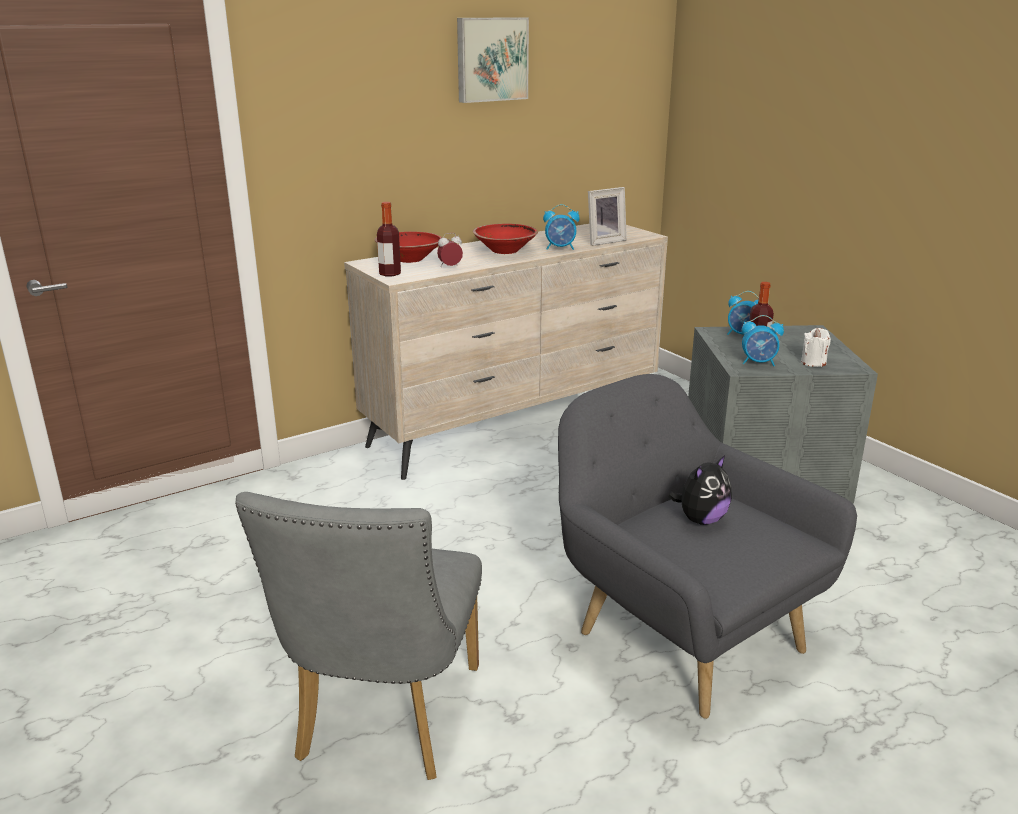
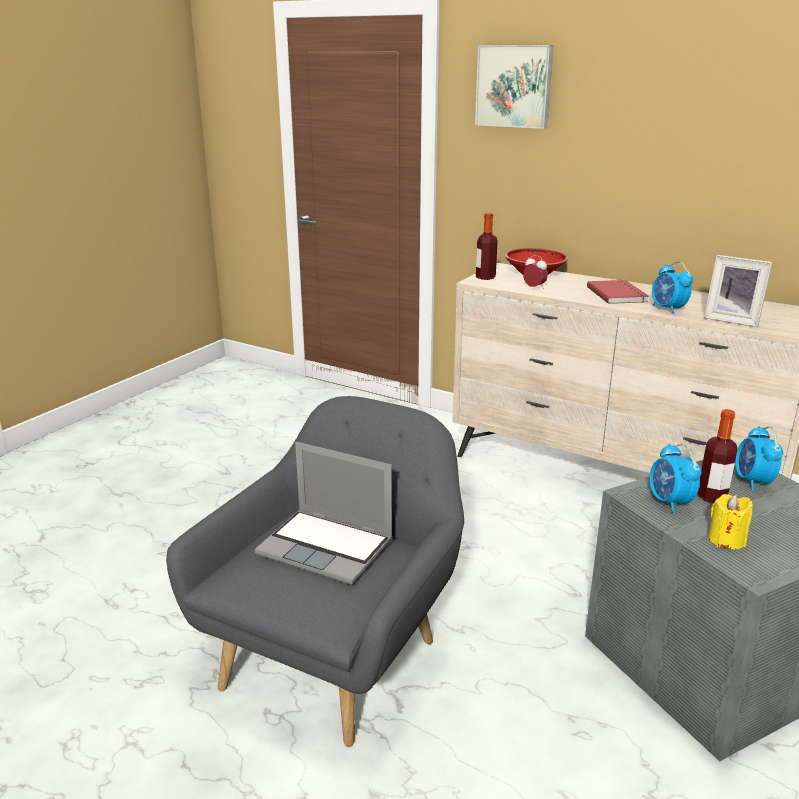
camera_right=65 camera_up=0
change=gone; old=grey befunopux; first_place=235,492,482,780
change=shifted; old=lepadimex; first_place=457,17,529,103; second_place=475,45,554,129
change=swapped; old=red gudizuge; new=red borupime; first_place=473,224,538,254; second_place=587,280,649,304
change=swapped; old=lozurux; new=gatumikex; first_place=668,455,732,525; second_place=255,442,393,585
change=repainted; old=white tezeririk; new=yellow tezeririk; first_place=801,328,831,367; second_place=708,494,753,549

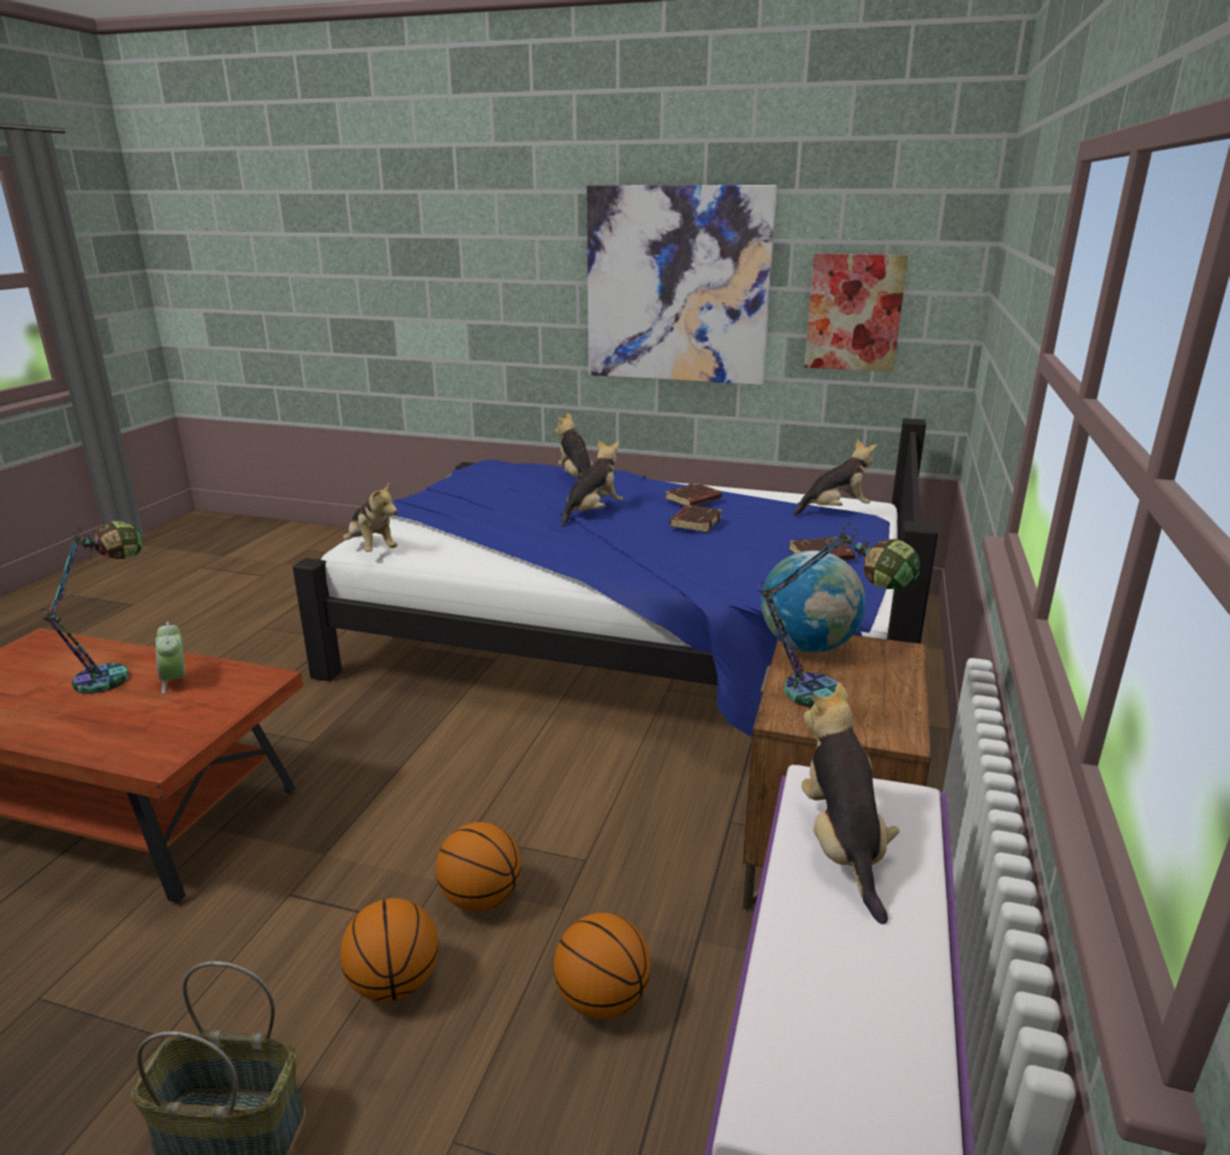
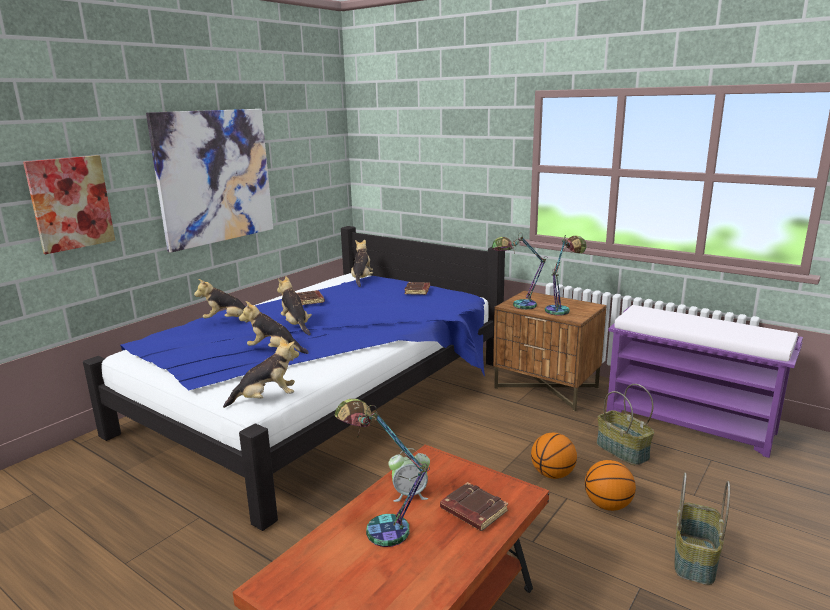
camera_right=-70 camera_up=-5
change=swapped; old=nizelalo; new=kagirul; first_place=554,913,651,1019; second_place=597,384,654,465
change=shifted; old=brown borupime; first_place=669,505,722,532; second_place=440,482,508,531
change=swapped; old=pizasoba; new=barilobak; first_place=761,550,866,653; second_place=492,233,548,310
change=shifted; old=lozurux; first_place=801,682,899,924; second_place=239,301,309,354
change=shifted; old=lepadimex; first_place=804,253,908,372; second_place=23,155,115,254

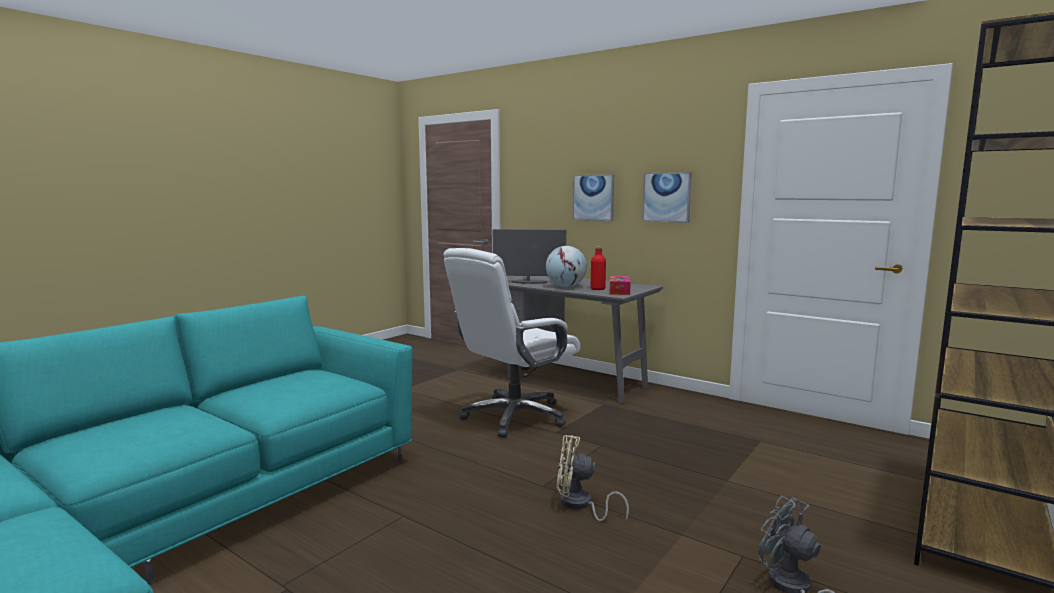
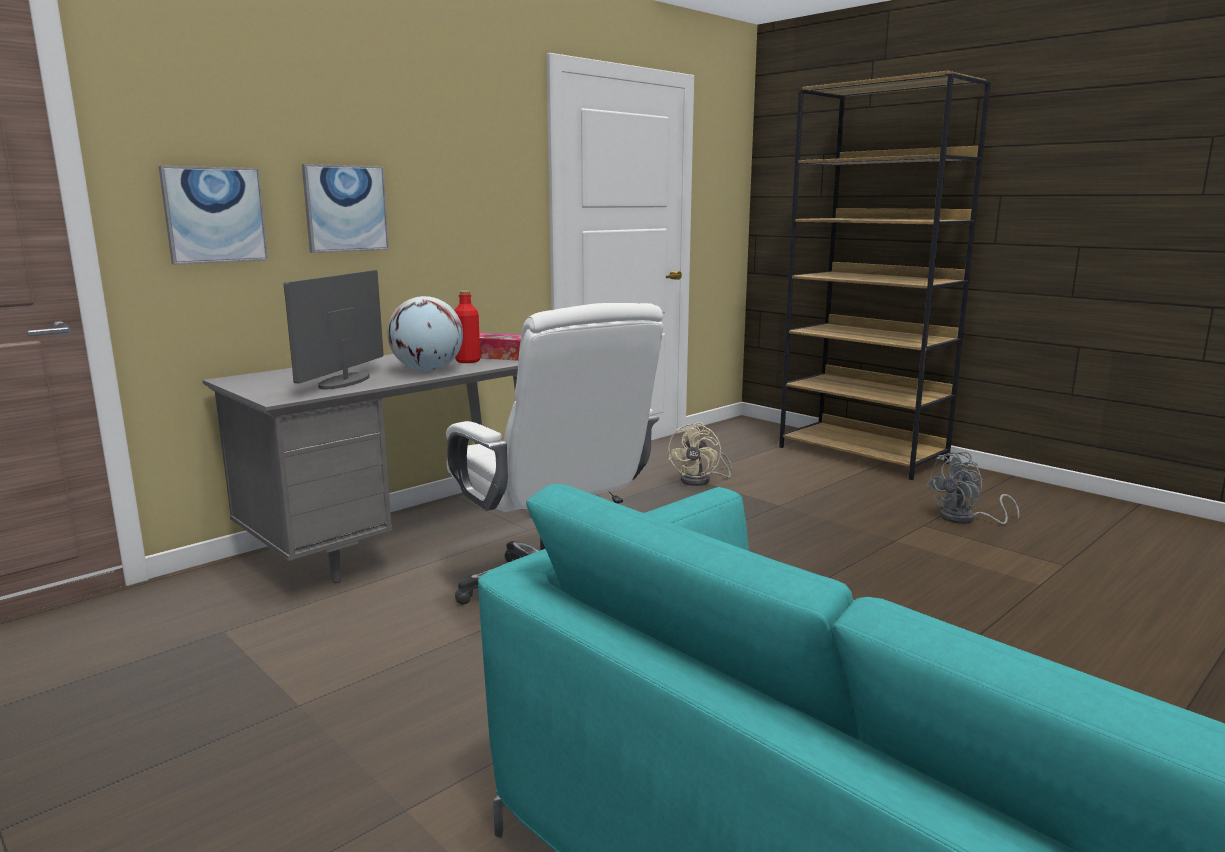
camera_right=-80 camera_up=5
change=shifted; old=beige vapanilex; first_place=556,435,629,522; second_place=668,422,732,486
change=shifted; old=lepadimex; first_place=642,172,692,223; second_place=159,166,268,265

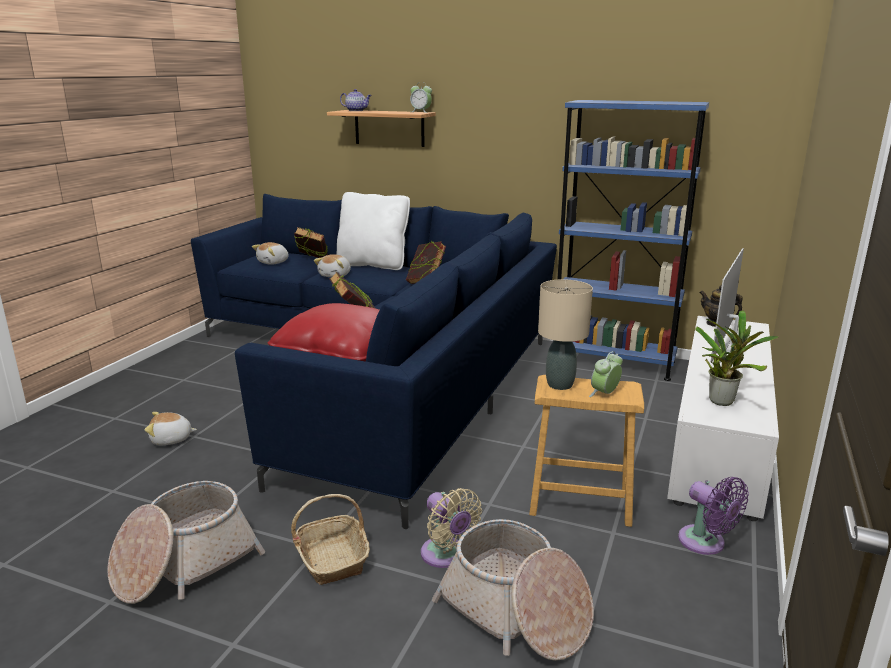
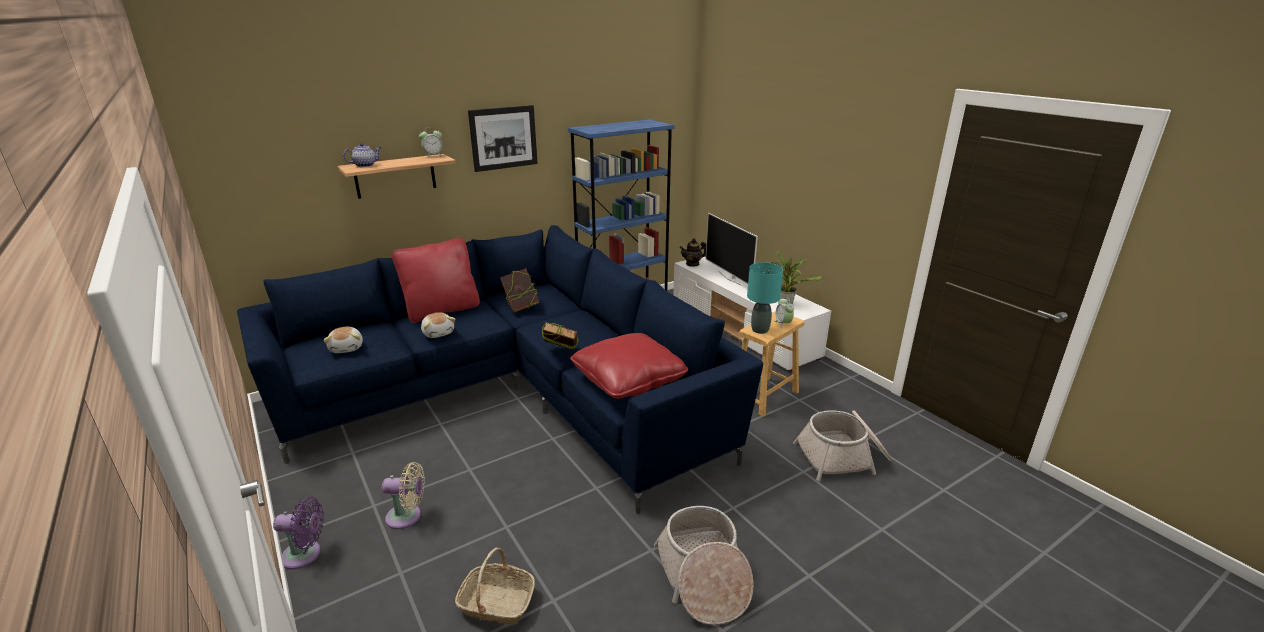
camera_right=-55 camera_up=5
change=gone; old=lozurux; first_place=144,412,197,445
change=shifted; old=kagirul; first_place=291,494,370,585; second_place=455,548,535,625
change=gone; old=borupime; first_place=294,227,328,258
change=repainted; old=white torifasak; new=red torifasak; first_place=337,192,410,270; second_place=392,238,480,323
change=shifted; old=beige vapanilex; first_place=421,488,482,568; second_place=382,462,425,529
change=repainted; old=beige barilobak; new=turquoise barilobak; first_place=538,279,593,390; second_place=747,262,783,334
change=shifted; old=purple vapanilex; first_place=678,477,749,555; second_place=273,497,324,570
change=new; new=lepadimex; second_place=468,105,538,172

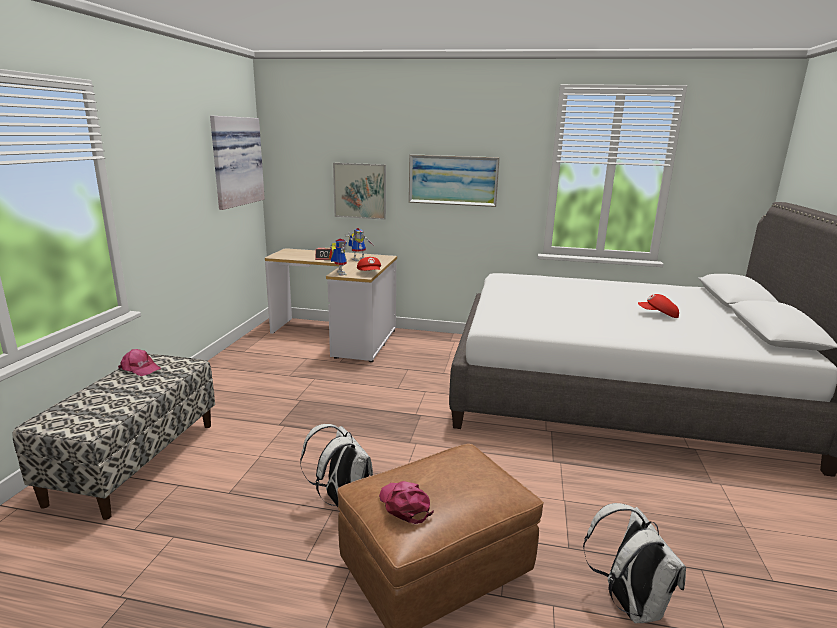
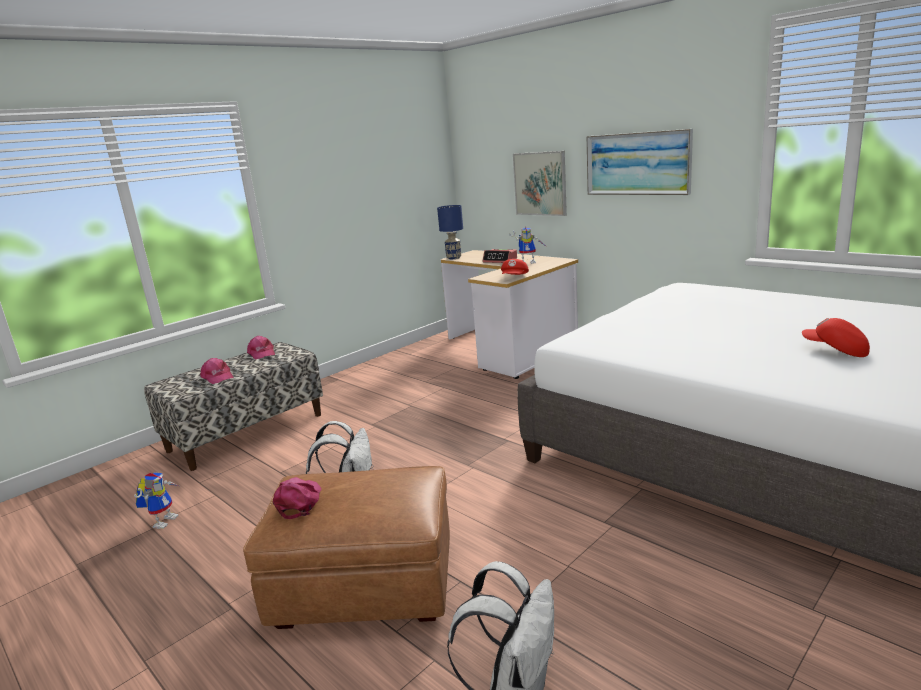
camera_right=35 camera_up=0
change=gone; old=lepadimex; first_place=210,116,265,210
change=shifted; old=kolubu; first_place=329,238,347,275; second_place=134,472,179,529
change=new; new=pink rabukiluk; second_place=200,358,234,384
change=new; new=blue barilobak; second_place=437,205,463,259

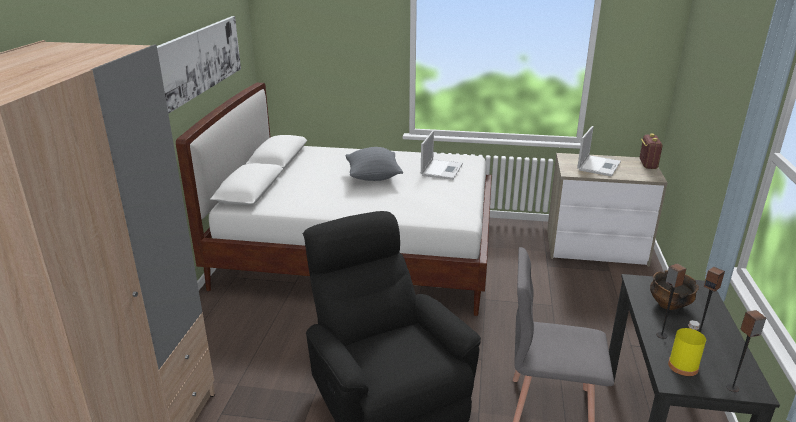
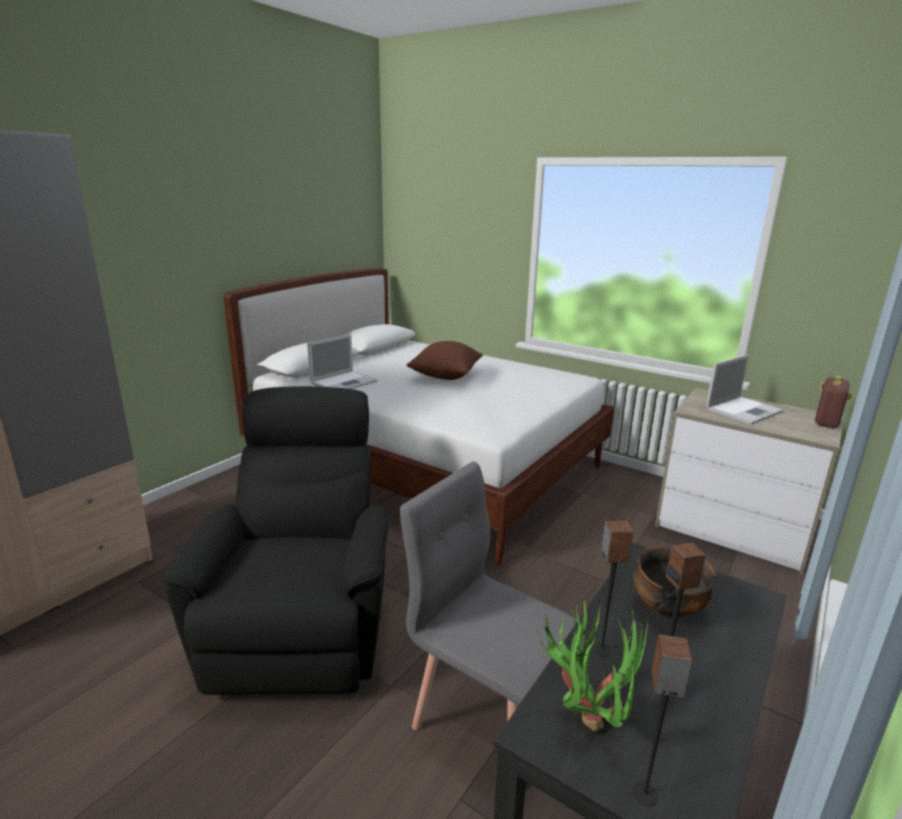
camera_right=25 camera_up=-5
change=gone; old=lepadimex; first_place=157,16,241,114
change=repainted; old=grey torifasak; new=brown torifasak; first_place=345,147,403,181; second_place=407,341,483,380
change=shifted; old=gatumikex; first_place=421,131,463,180; second_place=307,334,377,389
change=swapped; old=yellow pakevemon; new=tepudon; first_place=668,320,706,376; second_place=535,601,648,732

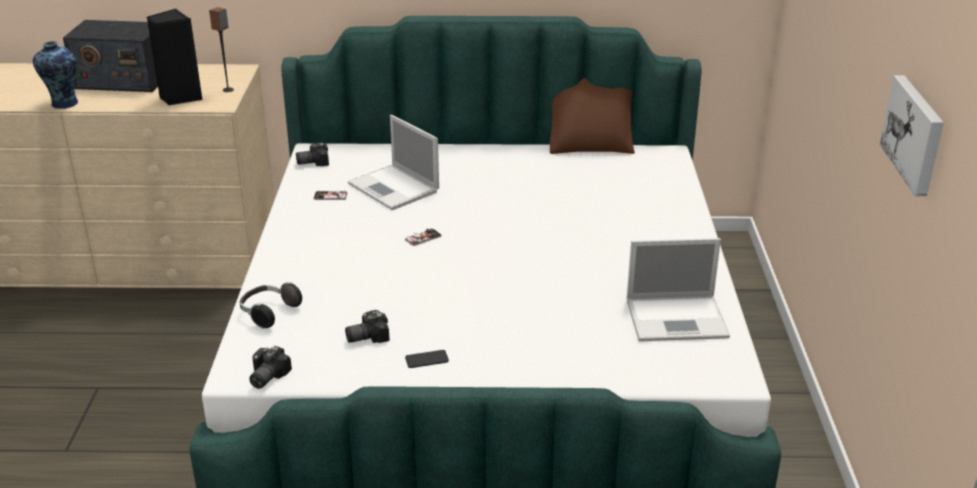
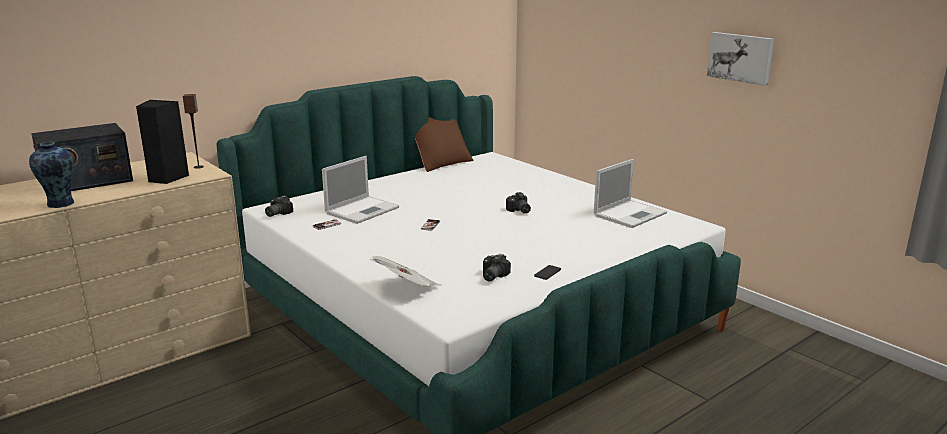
camera_right=-40 camera_up=-10
change=swapped; old=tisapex; new=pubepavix; first_place=240,282,302,329; second_place=370,256,442,287
change=shifted; old=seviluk; first_place=249,346,292,389; second_place=506,192,531,214
change=rotated; old=gatumikex; first_place=348,115,439,210; second_place=322,156,399,224; degrees=-60

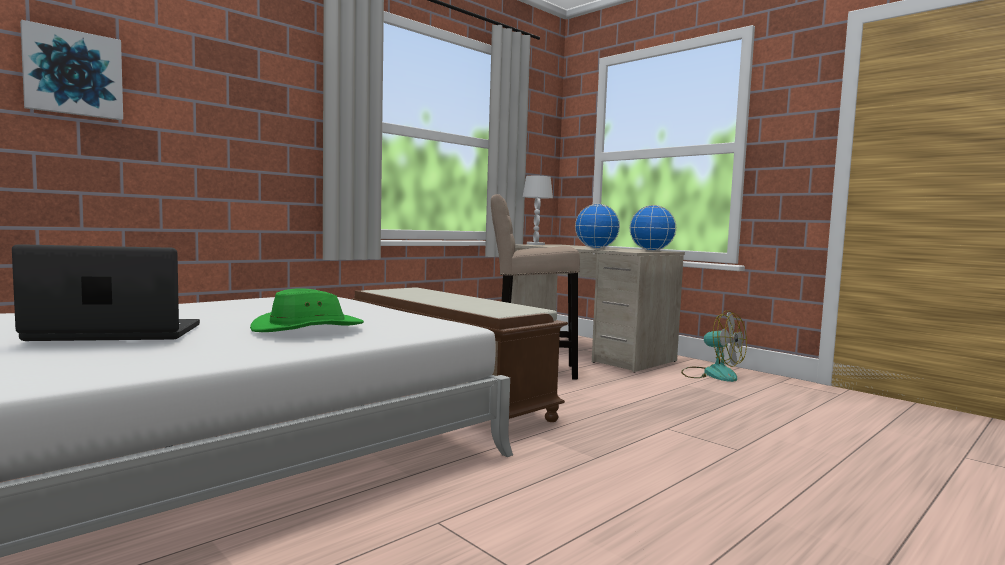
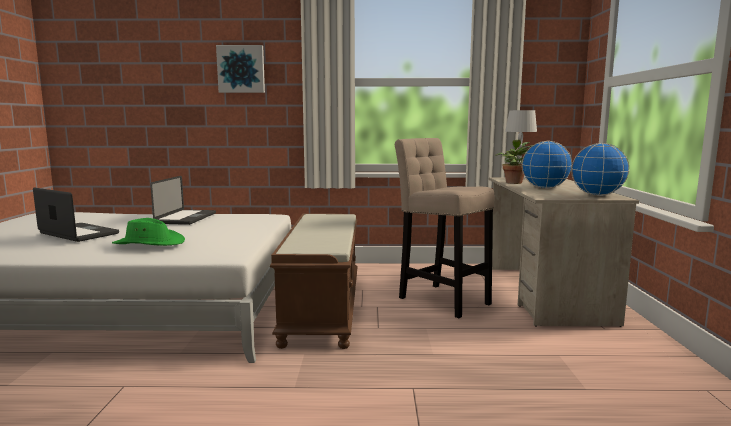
camera_right=45 camera_up=5
change=shifted; old=lepadimex; first_place=20,20,123,120; second_place=216,45,265,93
change=gone; old=vapanilex; first_place=681,310,747,382
change=new; new=gatumikex; second_place=150,176,216,225
change=new; new=tepudon; second_place=495,140,533,184

